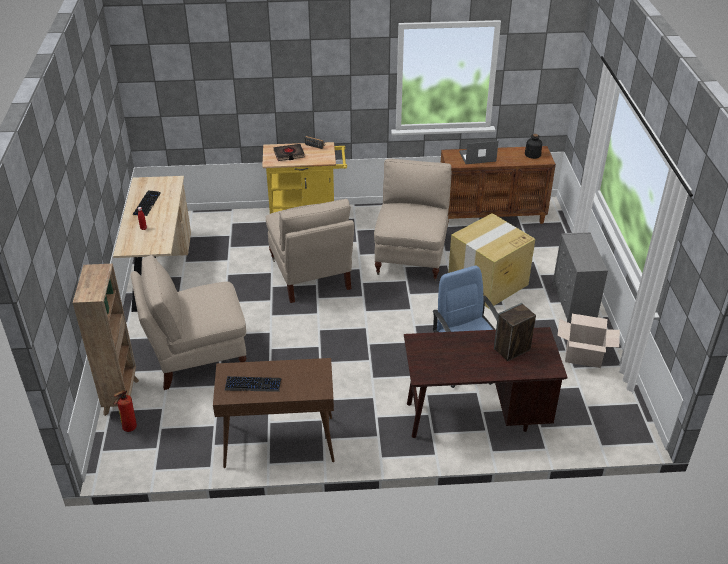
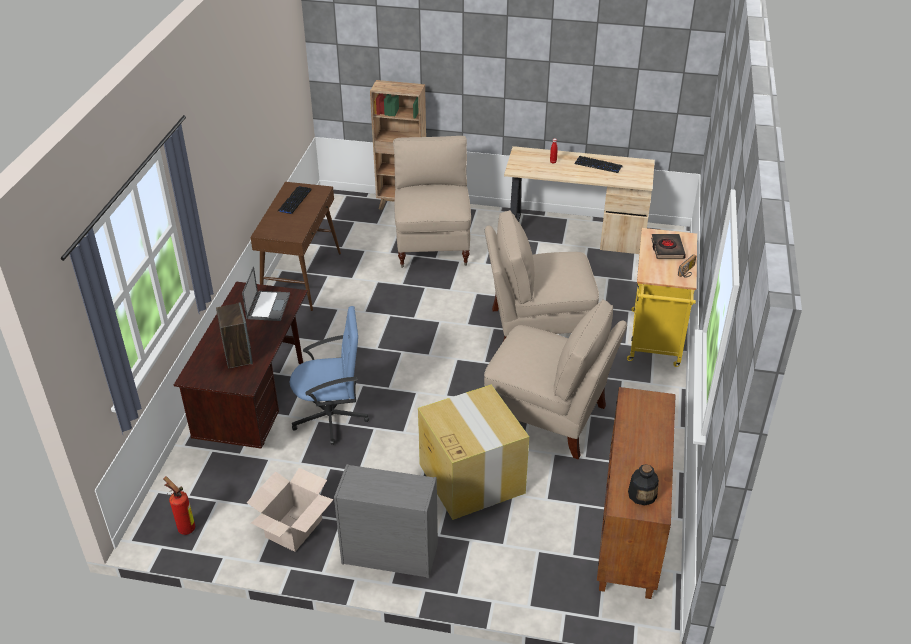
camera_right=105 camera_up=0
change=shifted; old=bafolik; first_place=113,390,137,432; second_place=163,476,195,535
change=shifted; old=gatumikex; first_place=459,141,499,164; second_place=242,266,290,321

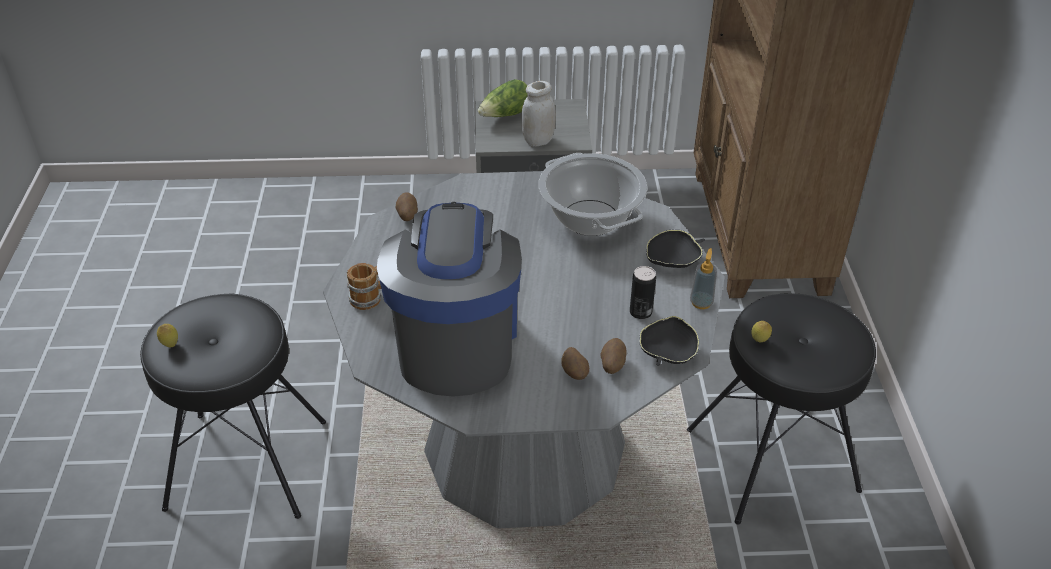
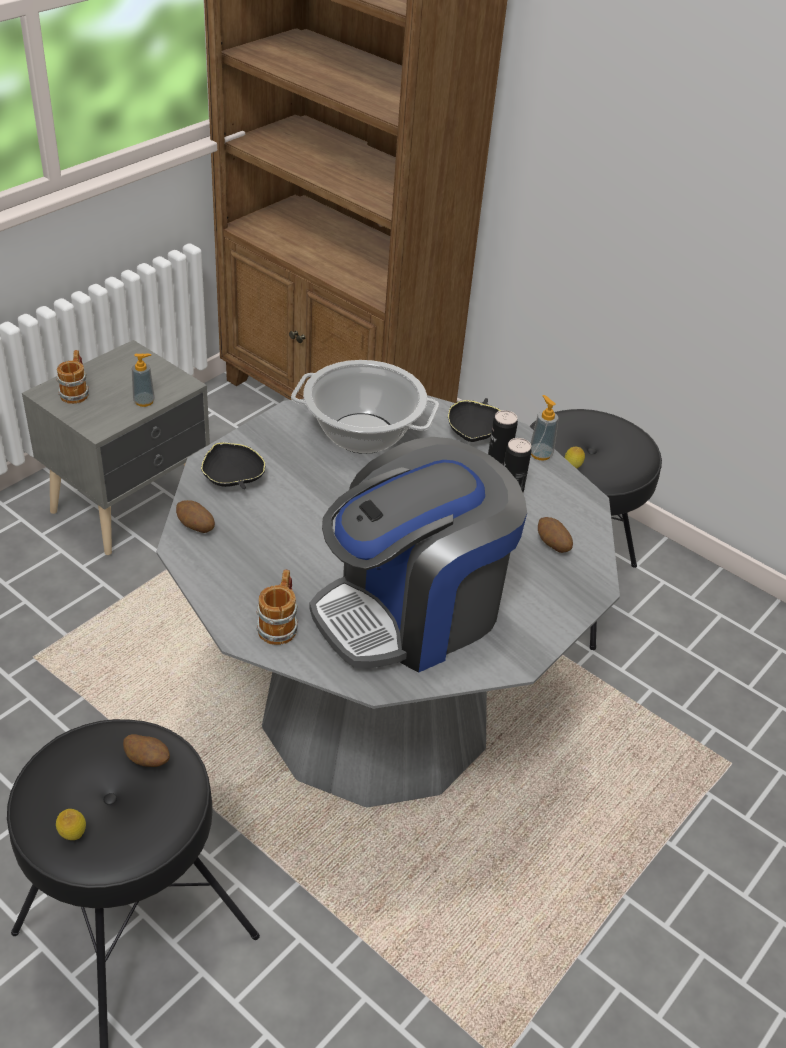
camera_right=-50 camera_up=0
change=rotated; old=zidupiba; first_place=377,202,522,397; second_place=309,437,527,673; degrees=-75
change=swapped; old=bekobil; new=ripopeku; first_place=478,79,528,117; second_place=57,350,89,404
change=swapped; old=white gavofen; new=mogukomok; first_place=521,81,556,147; second_place=132,354,155,407
change=shifted; old=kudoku; first_place=561,347,589,380; second_place=123,734,170,767
change=shifted; old=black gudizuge; first_place=639,316,699,366; second_place=201,442,266,489
change=new; new=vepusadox; second_place=488,410,518,465

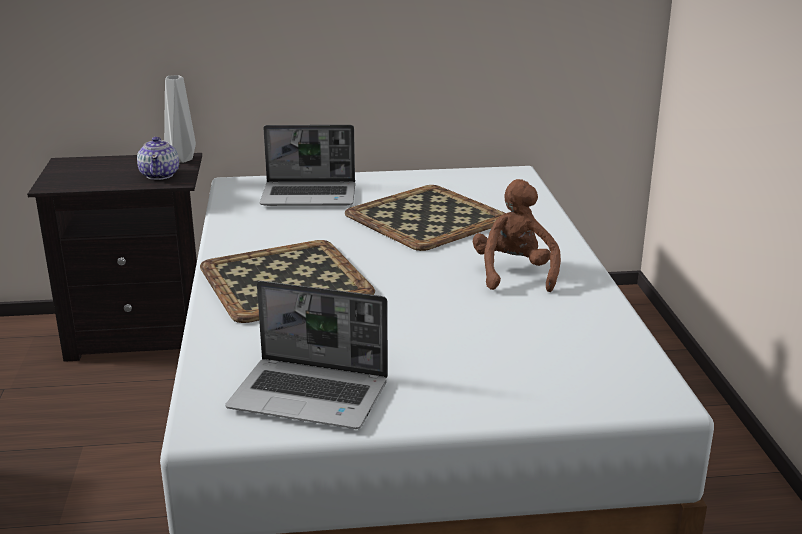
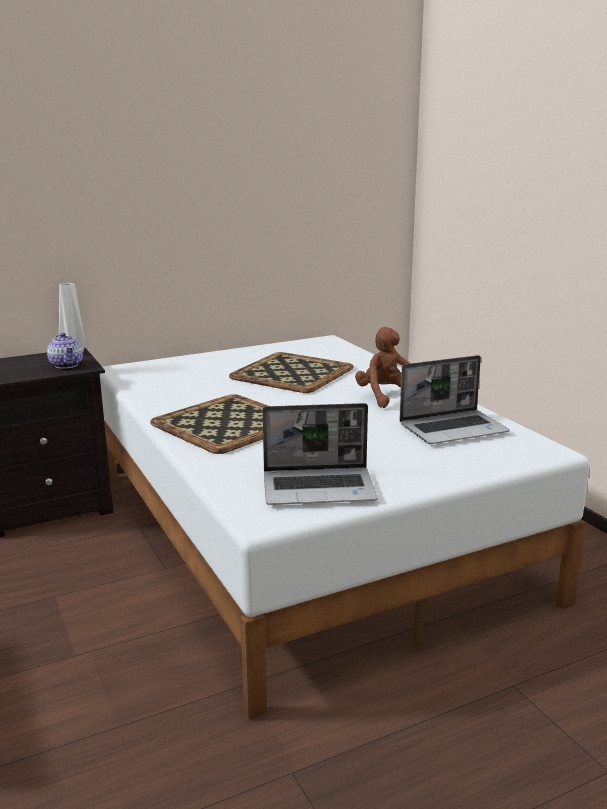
camera_right=-20 camera_up=-5
change=shifted; old=gatumikex; first_place=260,125,355,206; second_place=399,355,510,444

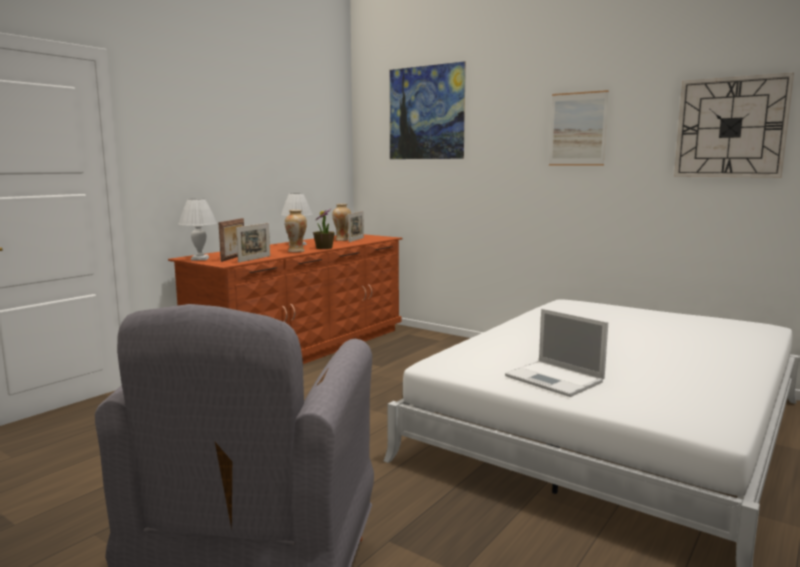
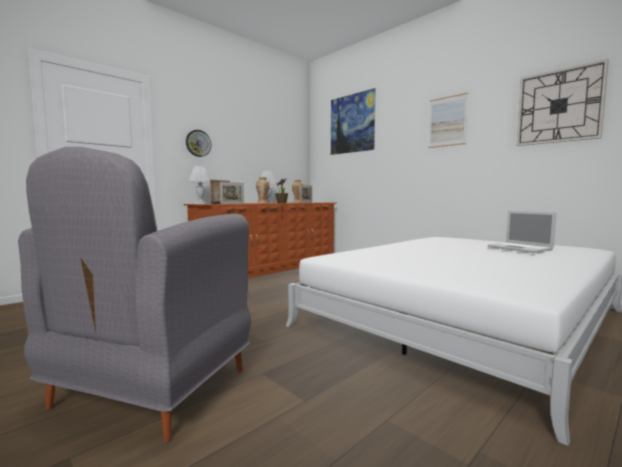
camera_right=10 camera_up=-5
change=shifted; old=gatumikex; first_place=505,309,608,397; second_place=488,211,556,253
change=new; new=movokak; second_place=186,130,211,157

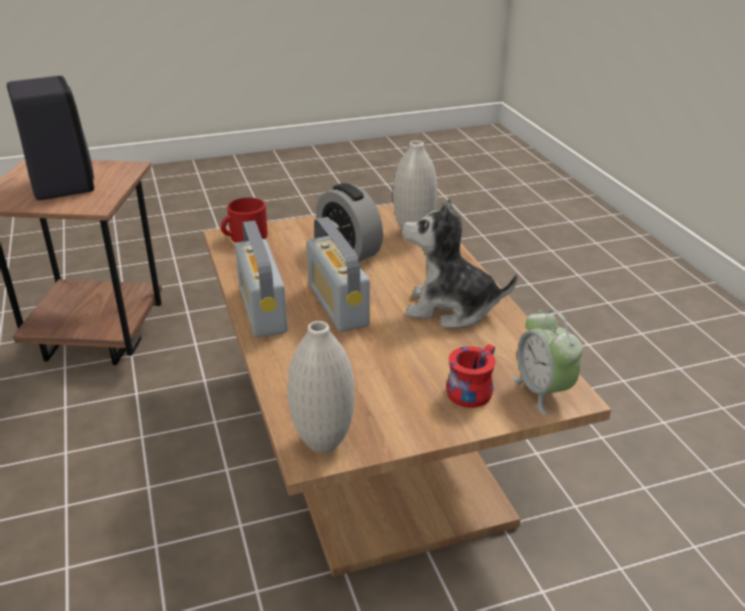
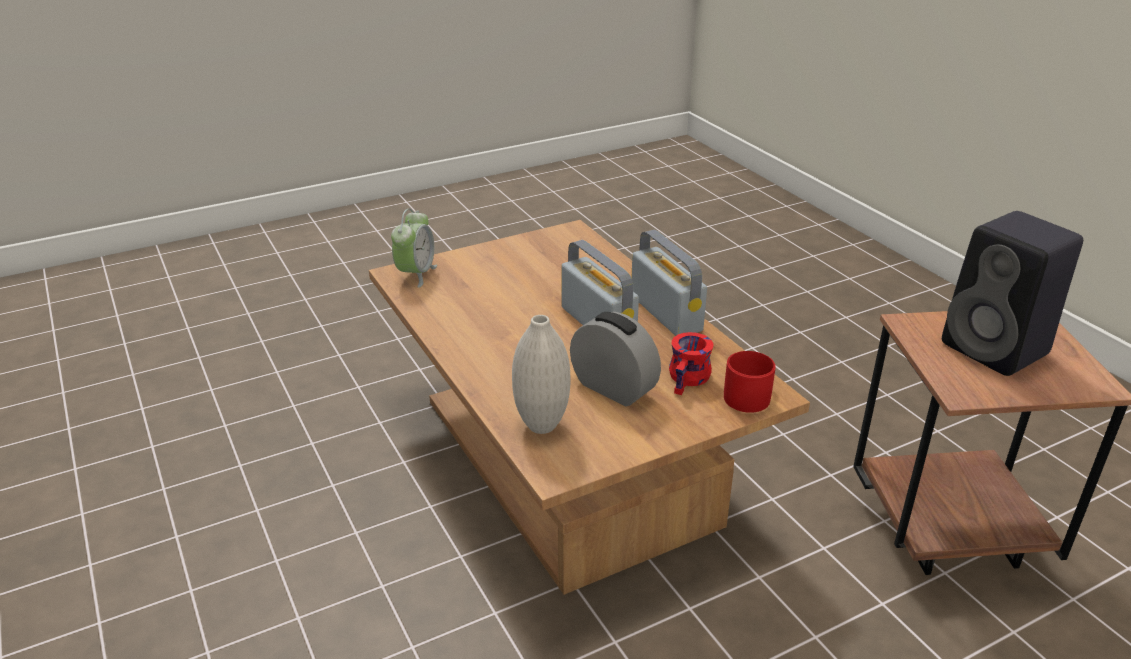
camera_right=170 camera_up=0
change=gone; old=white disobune; first_place=288,321,355,453
change=gone; old=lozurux; first_place=402,199,517,328
change=shifted; old=red ripopeku; first_place=446,344,496,408; second_place=669,332,713,395
change=rotated; old=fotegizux; first_place=513,310,583,415; second_place=391,208,437,288; degrees=45

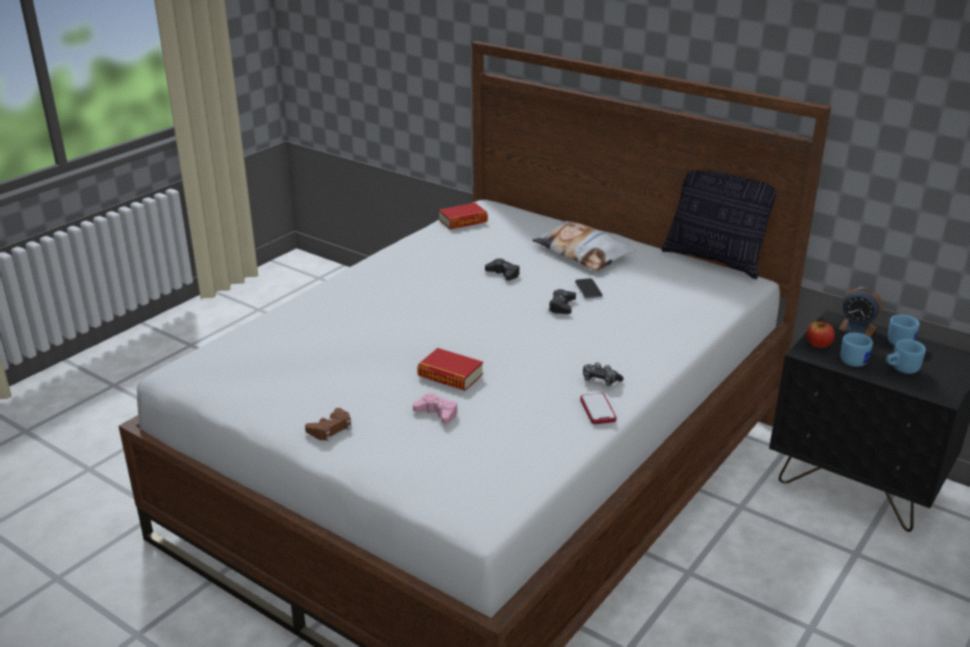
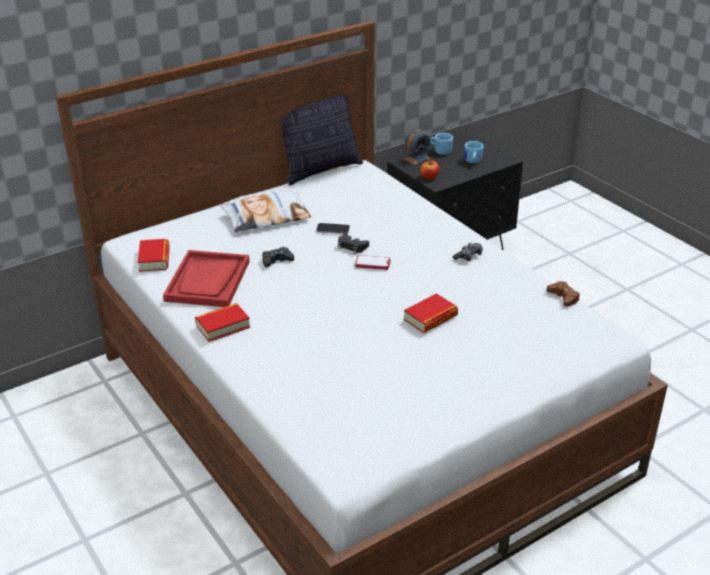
camera_right=-70 camera_up=5
change=shifted; old=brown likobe; first_place=305,408,352,442; second_place=547,281,580,307
change=gone; old=pink likobe; first_place=413,393,457,424
change=shifted; old=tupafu; first_place=580,393,617,424; second_place=355,255,390,270
change=gone; old=blue ripopeku; first_place=841,333,873,367
change=new; new=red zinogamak; second_place=163,250,250,307
change=new; new=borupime; second_place=195,303,250,342

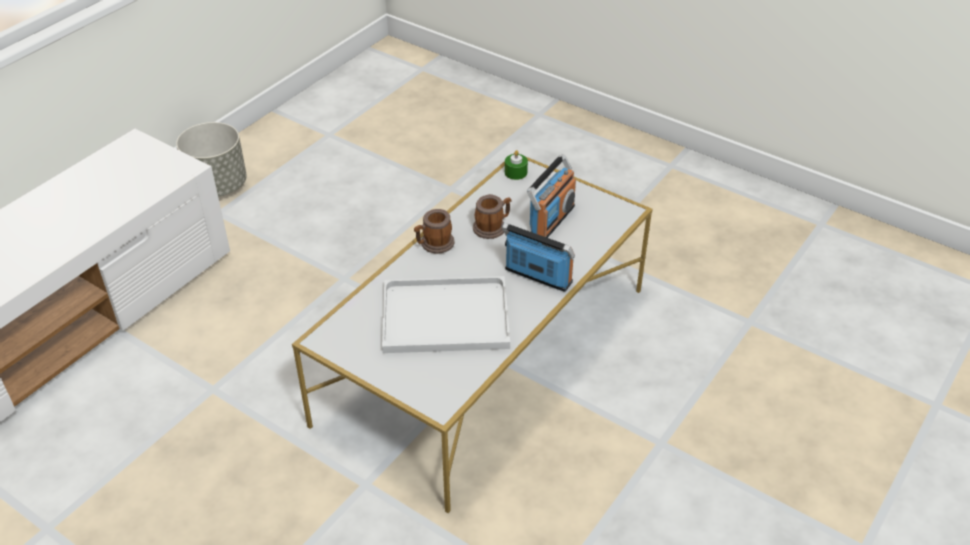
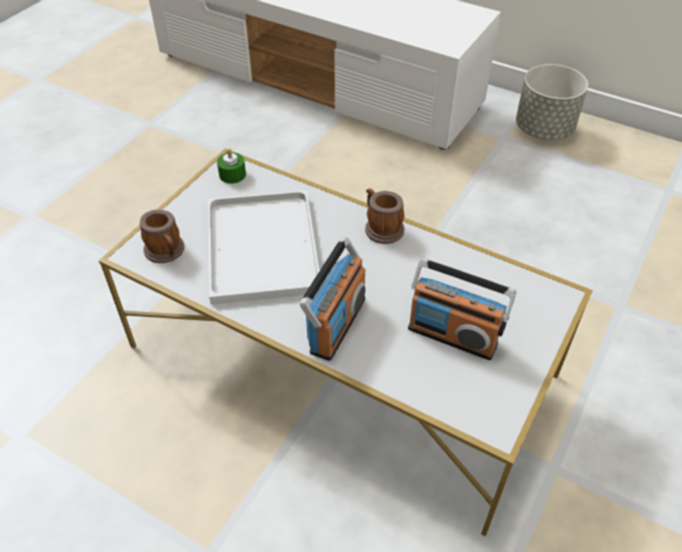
camera_right=85 camera_up=5
change=shifted; old=ripopeku; first_place=473,194,512,239; second_place=140,210,184,263
change=shifted; old=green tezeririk; first_place=505,150,528,180; second_place=217,149,246,184

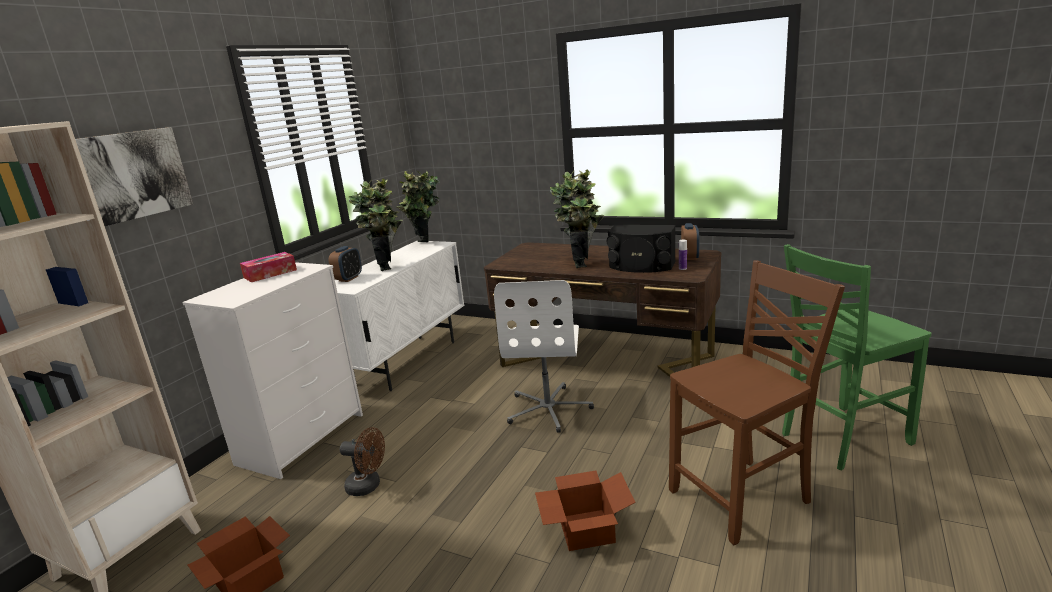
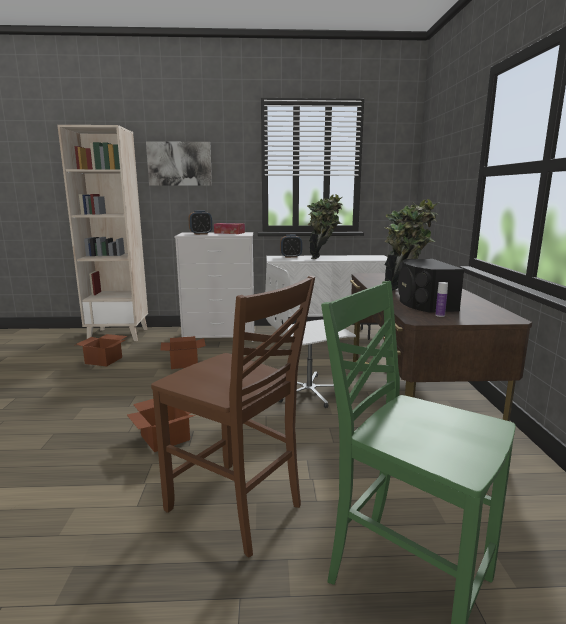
camera_right=60 camera_up=-5
change=swapped; old=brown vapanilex; new=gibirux; first_place=339,427,385,496; second_place=160,336,206,369
change=gone; old=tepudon; first_place=397,171,440,242
change=shifted; old=fotegizux; first_place=681,223,699,260; second_place=188,211,212,235

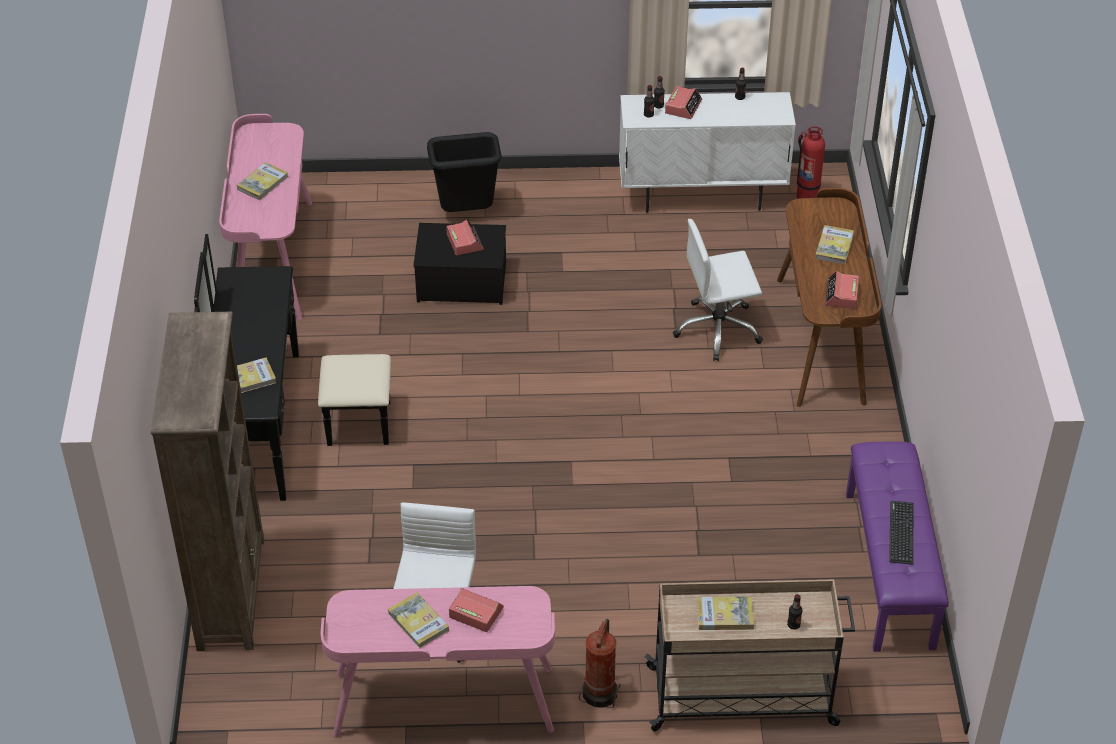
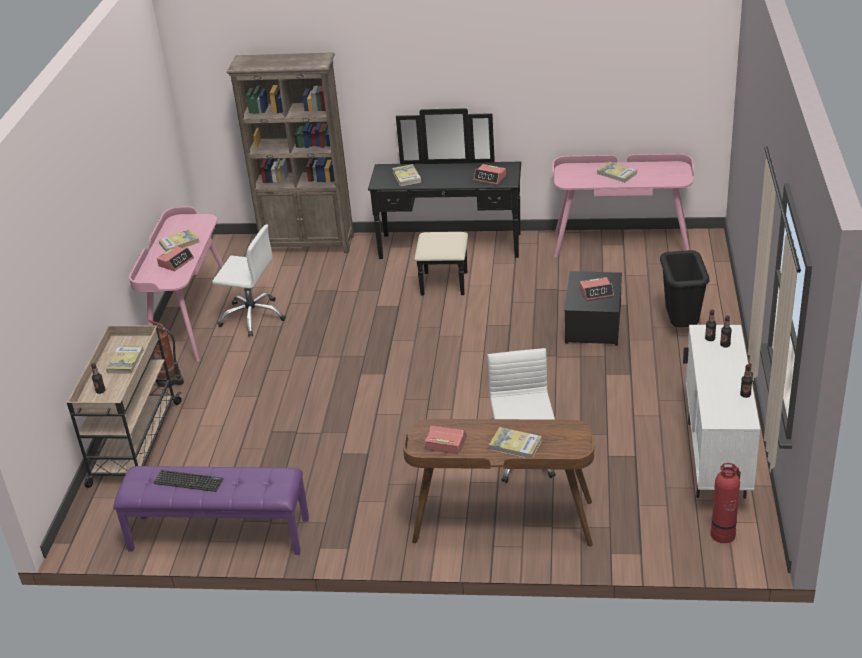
camera_right=100 camera_up=-10
change=shifted; old=fotegizux; first_place=665,86,702,119; second_place=473,164,506,185

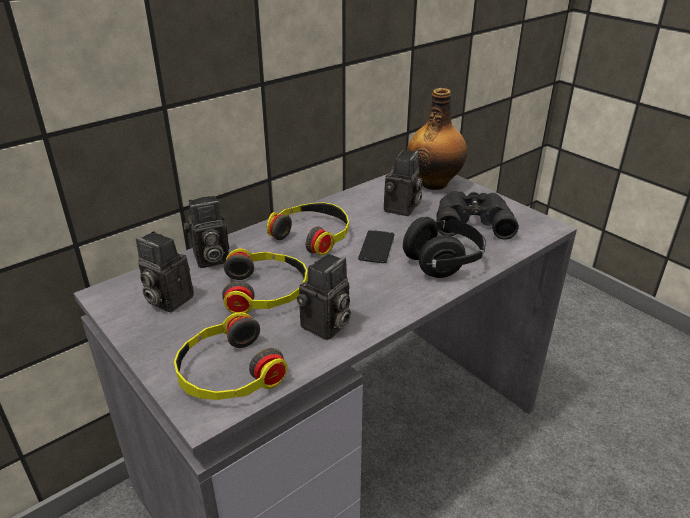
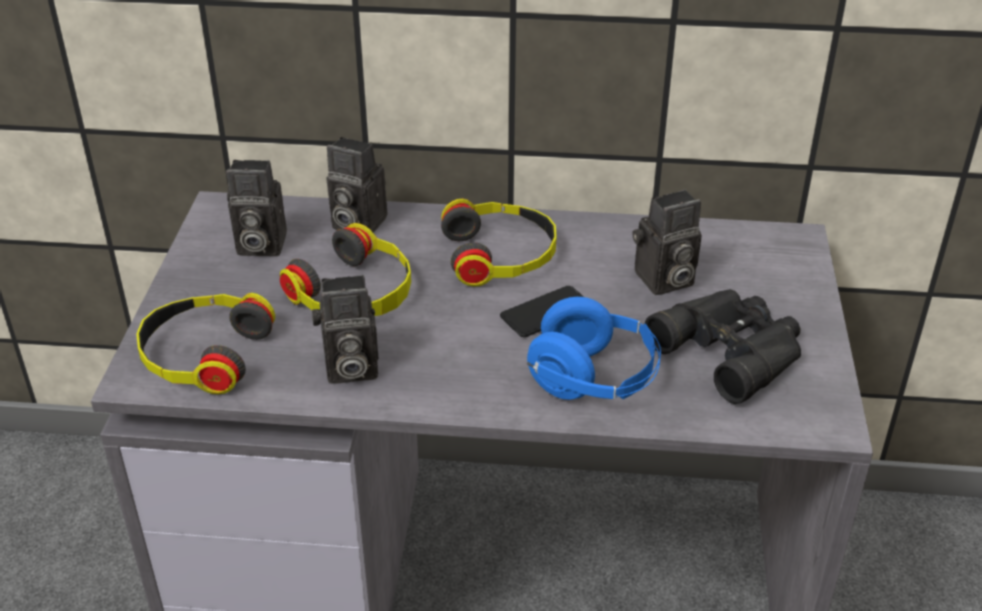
camera_right=45 camera_up=5
change=rotated; old=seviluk; first_place=136,231,194,313; second_place=226,160,287,256; degrees=-75
change=repainted; old=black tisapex; new=blue tisapex; first_place=403,217,486,278; second_place=527,297,661,400
change=gone; old=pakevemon; first_place=407,88,467,190

